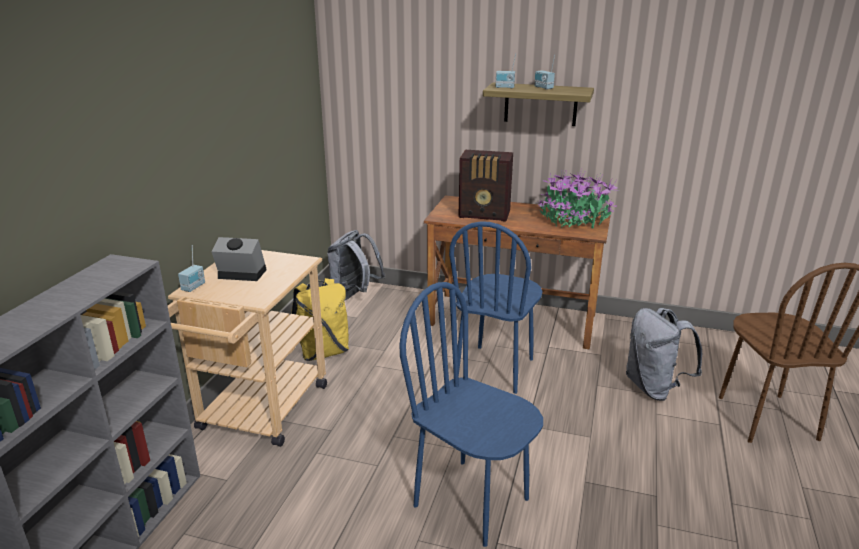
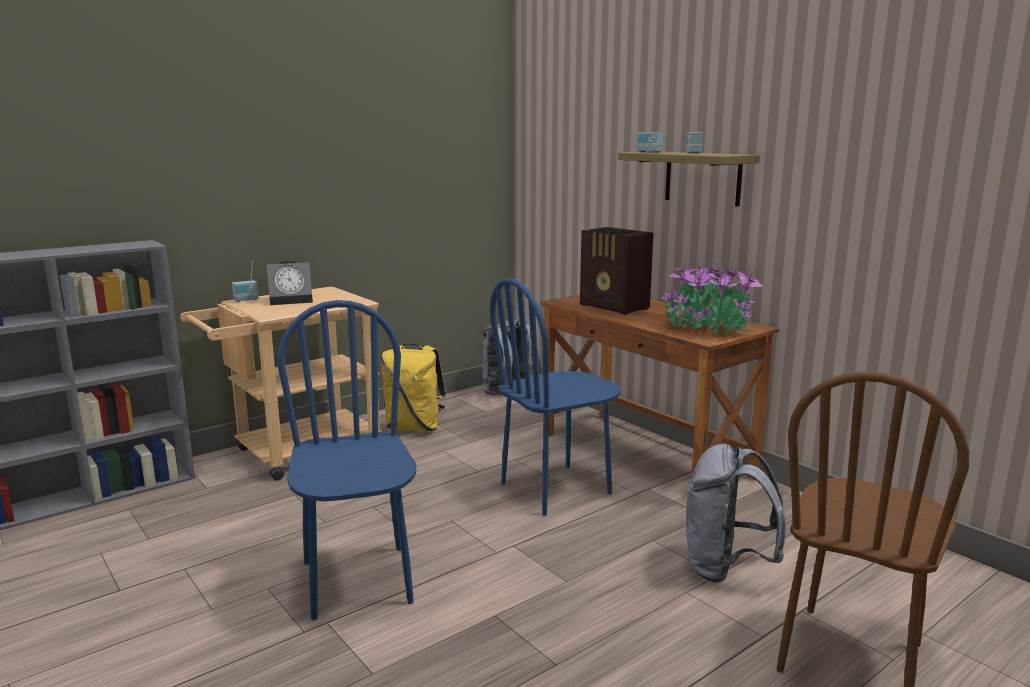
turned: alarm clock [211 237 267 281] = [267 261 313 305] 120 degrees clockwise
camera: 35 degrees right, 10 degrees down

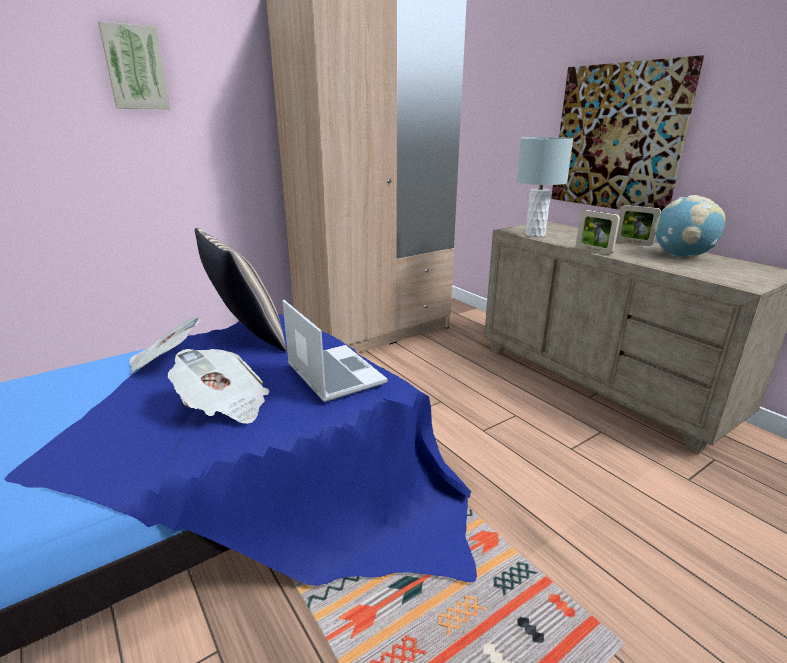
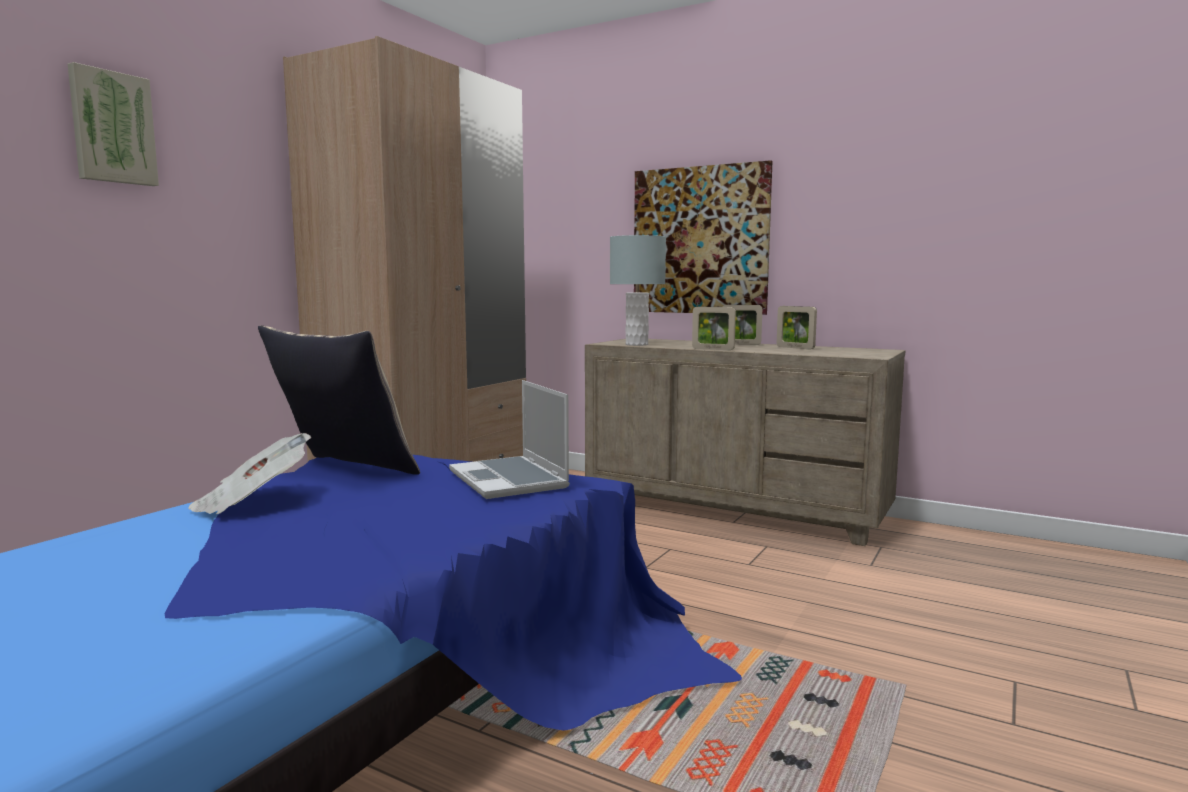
removed: newspaper [168 349 270 424]
replaced: globe [654 195 726 257] to picture frame [777 306 817 349]
turned: laptop [282 300 388 402] = [449 380 570 499] 150 degrees counterclockwise
camera: 25 degrees left, 15 degrees down

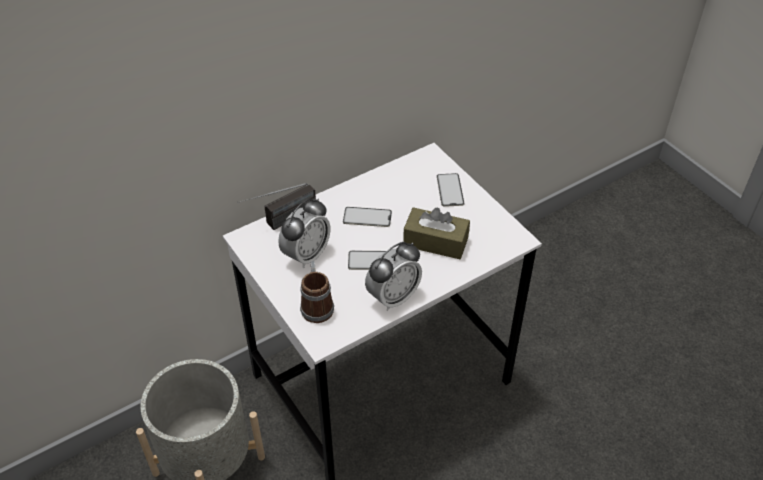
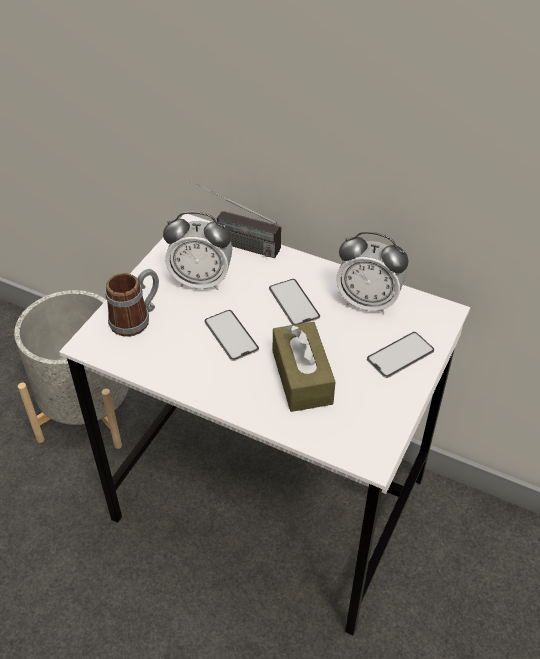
moved: alarm clock [365 242 422 311] to [336 232 408 314]
camera: 60 degrees right, 0 degrees up

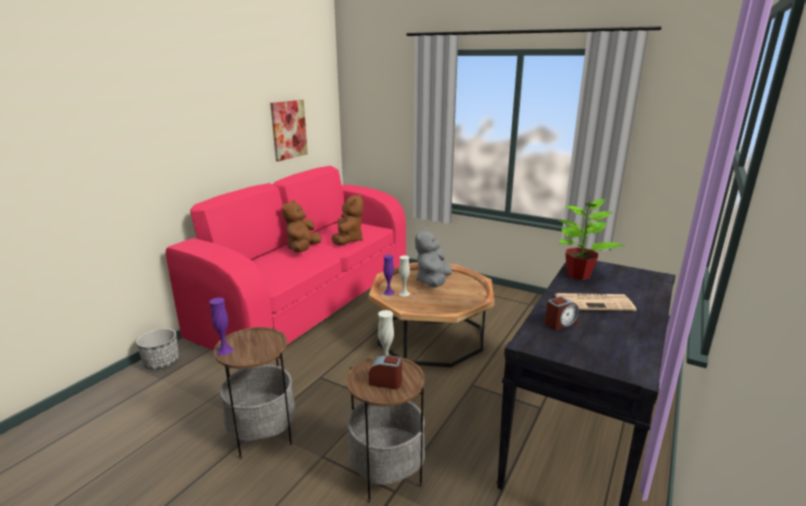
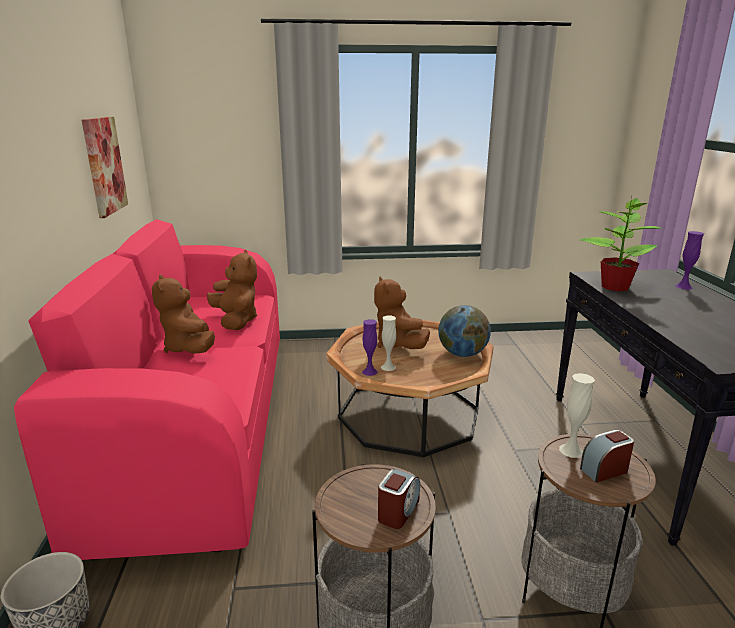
removed: newspaper [555 293 636 311]
added: globe [438 305 491 357]
moved: alarm clock [545 297 579 330] to [378 469 420 529]; vase/purple [209 297 233 355] to [675 231 704 289]
recoloured: plush toy/grey [415 228 452 288] to plush toy/brown [374 276 430 349]
camera: 35 degrees left, 0 degrees up

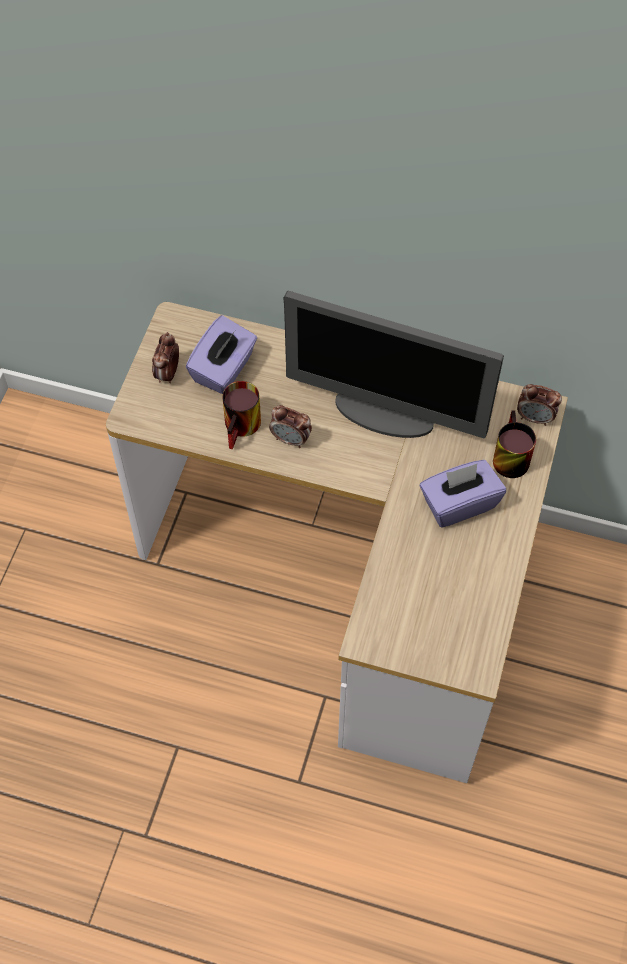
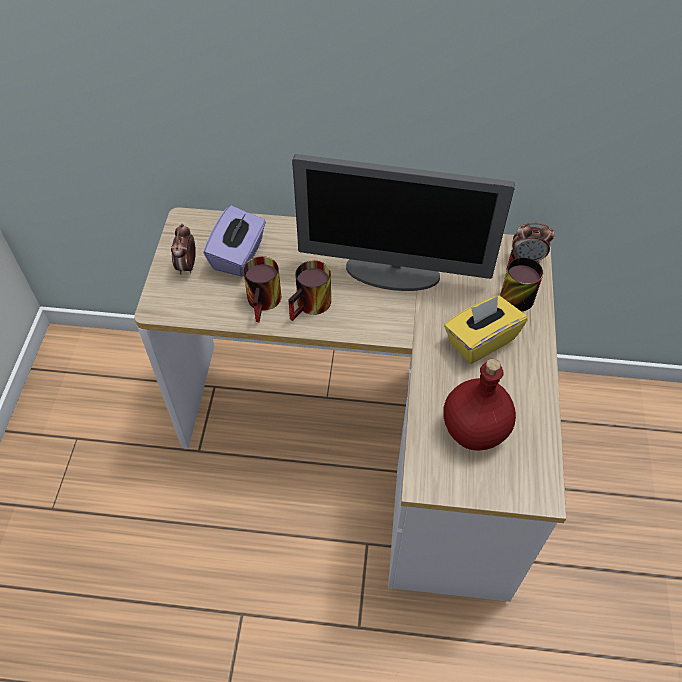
added: bottle/red [443 359 516 451]
replaced: alarm clock [269 405 312 448] to mug [288 260 331 321]
recoloured: tissue box/purple [420 460 506 528] to tissue box/yellow [444 296 527 364]
camera: 10 degrees left, 5 degrees down

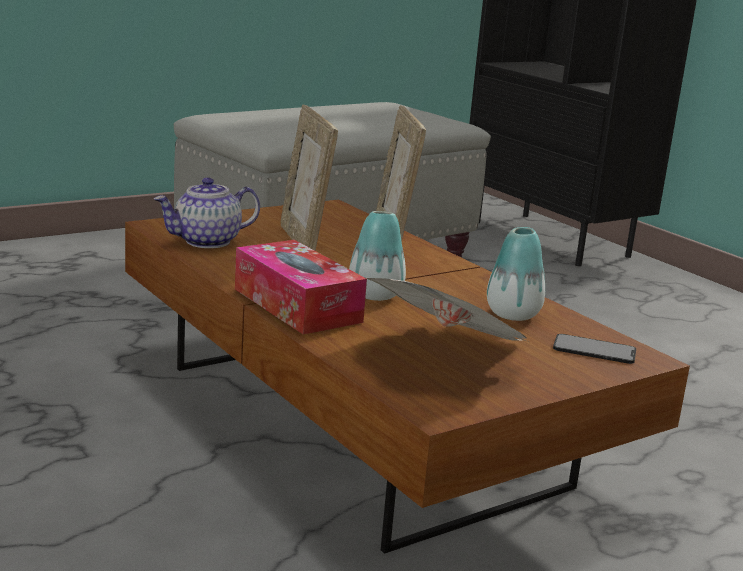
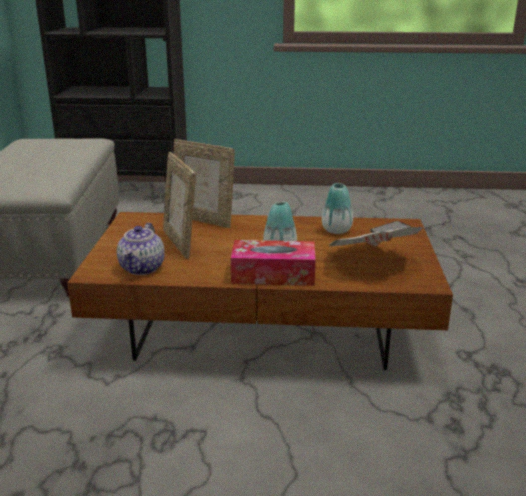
turned: picture frame [280 105 338 251] = [163 152 196 259] 45 degrees clockwise
camera: 50 degrees left, 5 degrees up

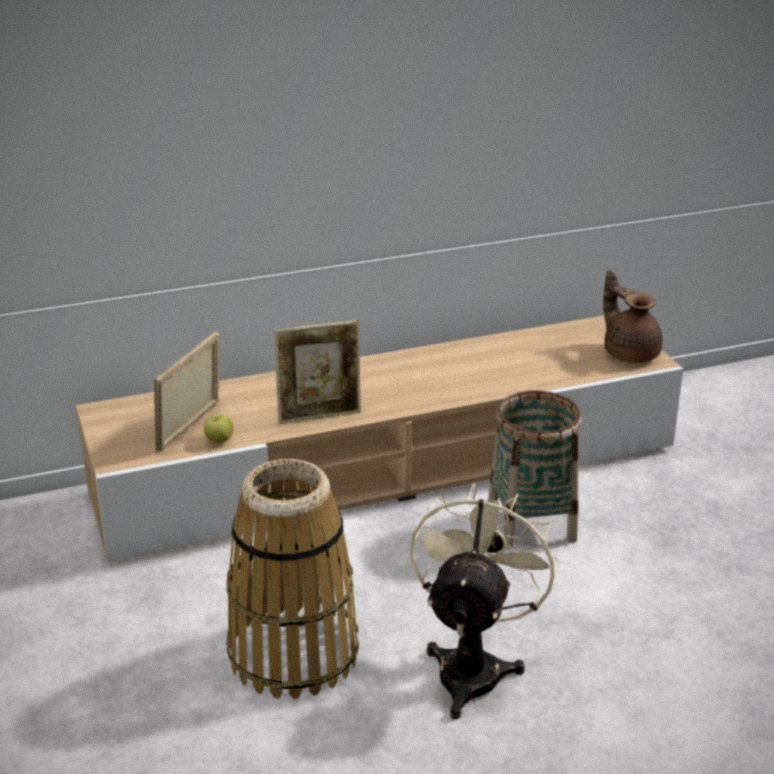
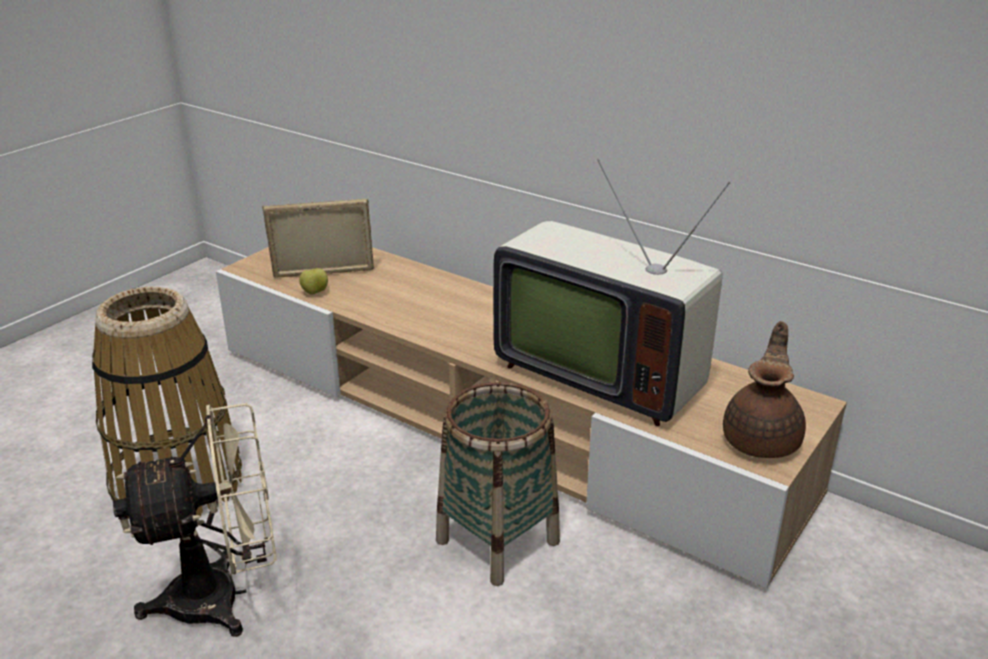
removed: picture frame [274 320 361 424]
added: television [493 159 731 426]
camera: 55 degrees right, 0 degrees up

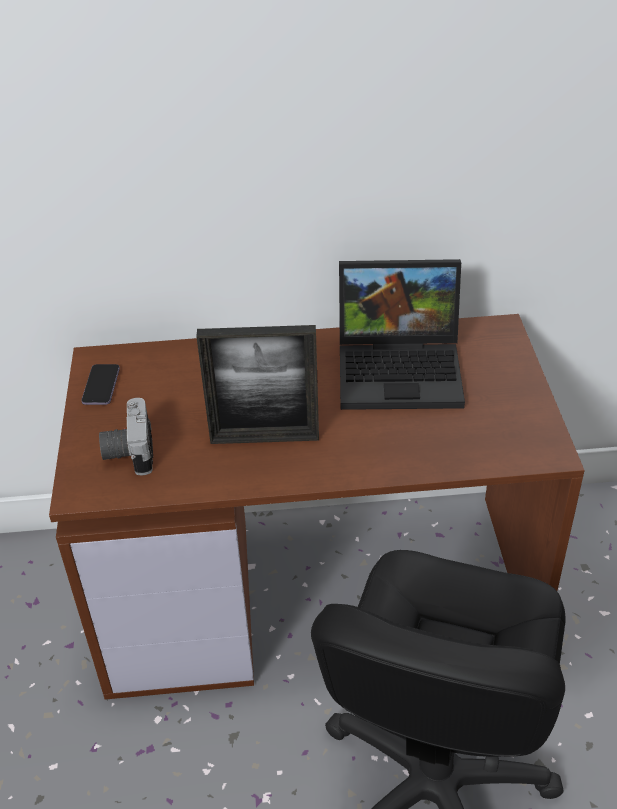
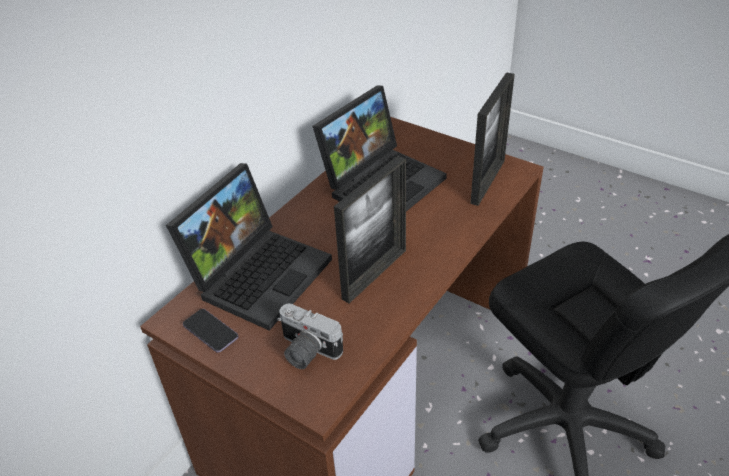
added: laptop [166 163 332 331]; picture frame [470 72 515 206]
camera: 50 degrees left, 0 degrees up

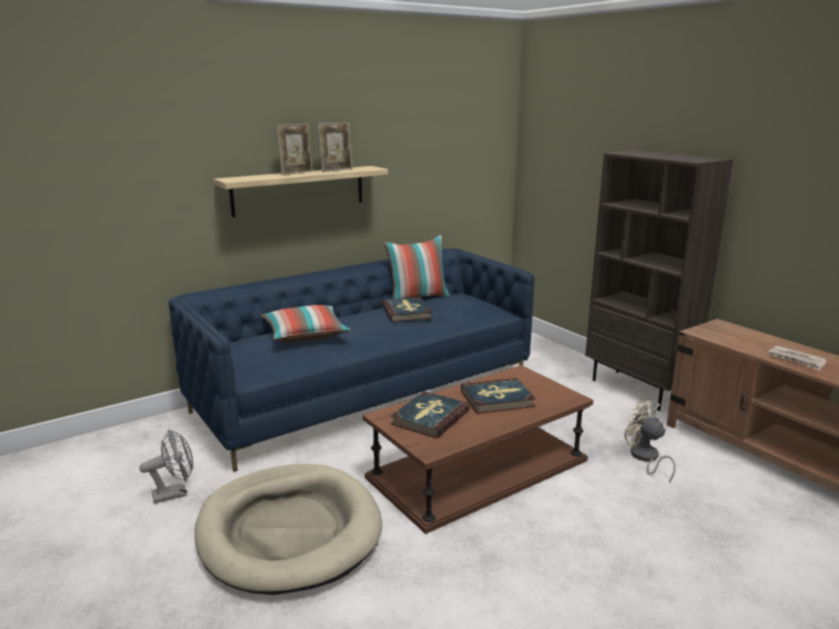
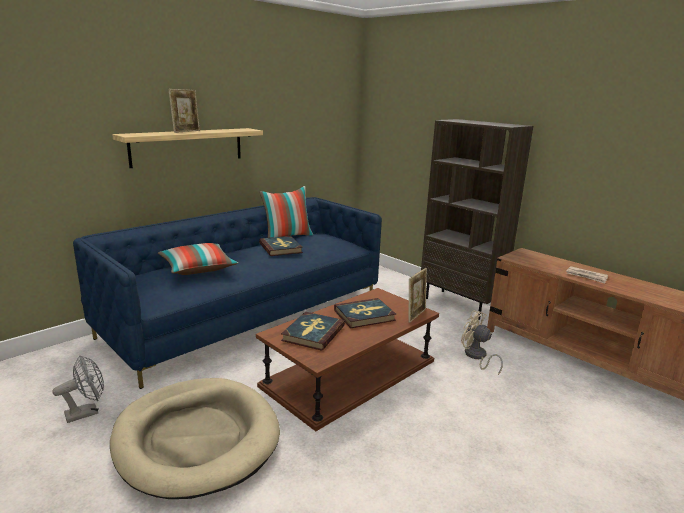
moved: picture frame [318 122 353 172] to [408 268 427 323]
camera: 10 degrees left, 0 degrees up

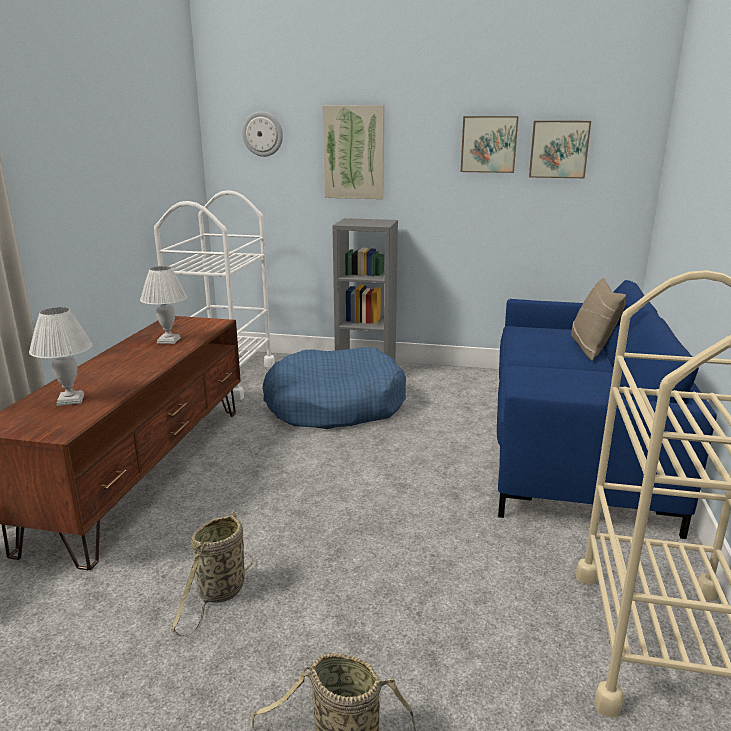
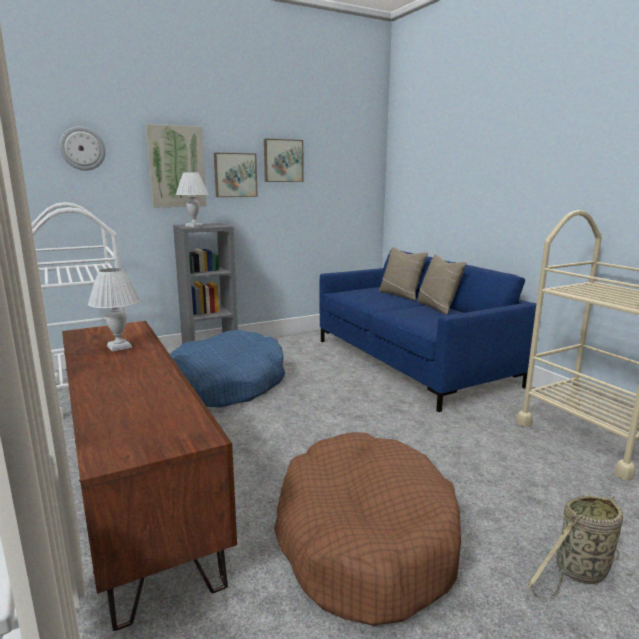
added: pillow/beige [417 254 466 315]
moved: table lamp/white [29 307 93 406] to [176 172 209 227]; picture [529 121 591 178] to [214 153 258 197]
replaced: basket [171 511 253 636] to dog bed/brown [274 432 461 626]
camera: 40 degrees left, 5 degrees down

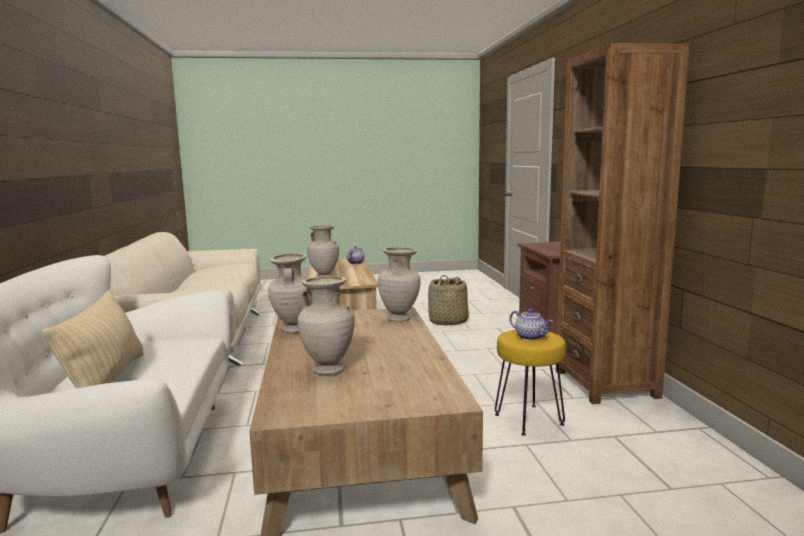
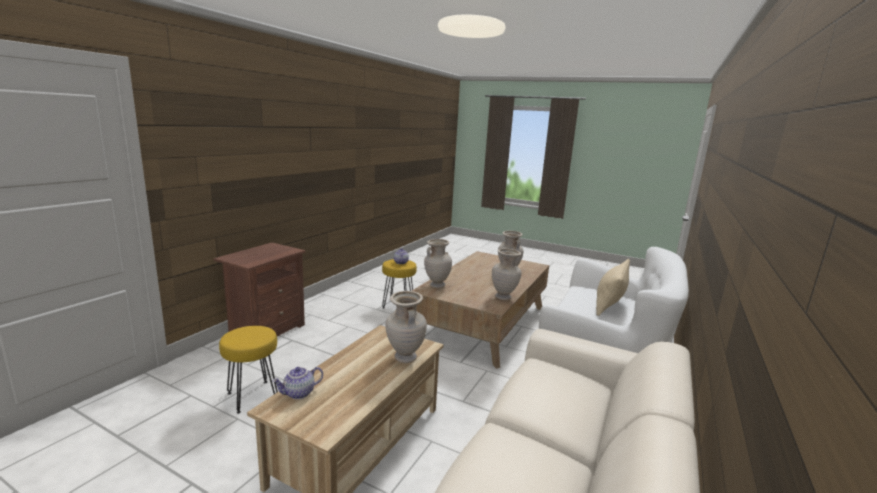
removed: bookcase/brown [556 43 690 404]
replaced: basket [428 275 469 326] to stool/yellow [219 326 278 414]
camera: 145 degrees left, 5 degrees up

